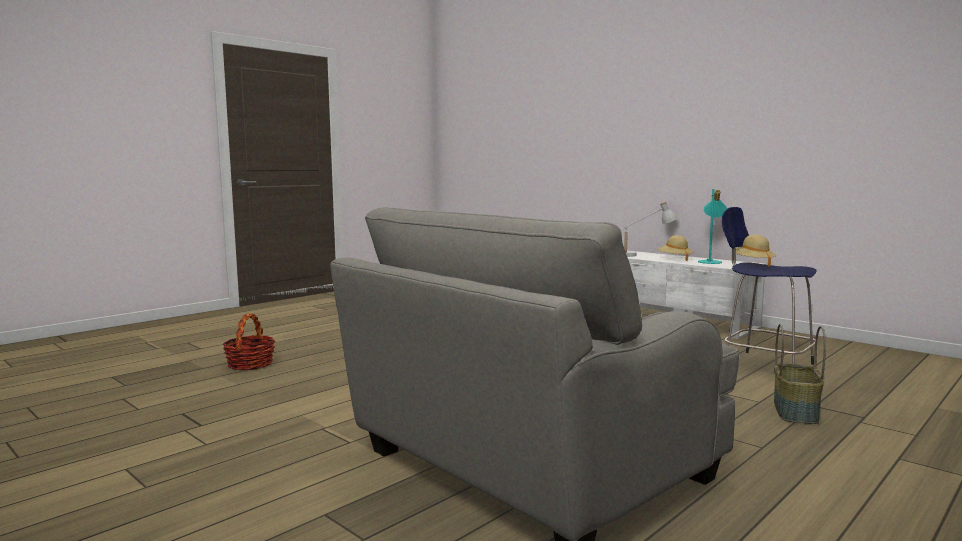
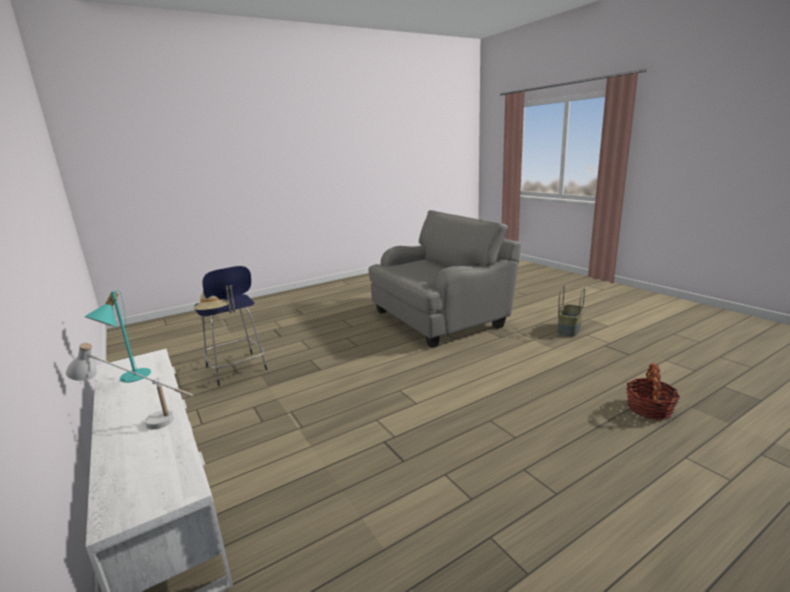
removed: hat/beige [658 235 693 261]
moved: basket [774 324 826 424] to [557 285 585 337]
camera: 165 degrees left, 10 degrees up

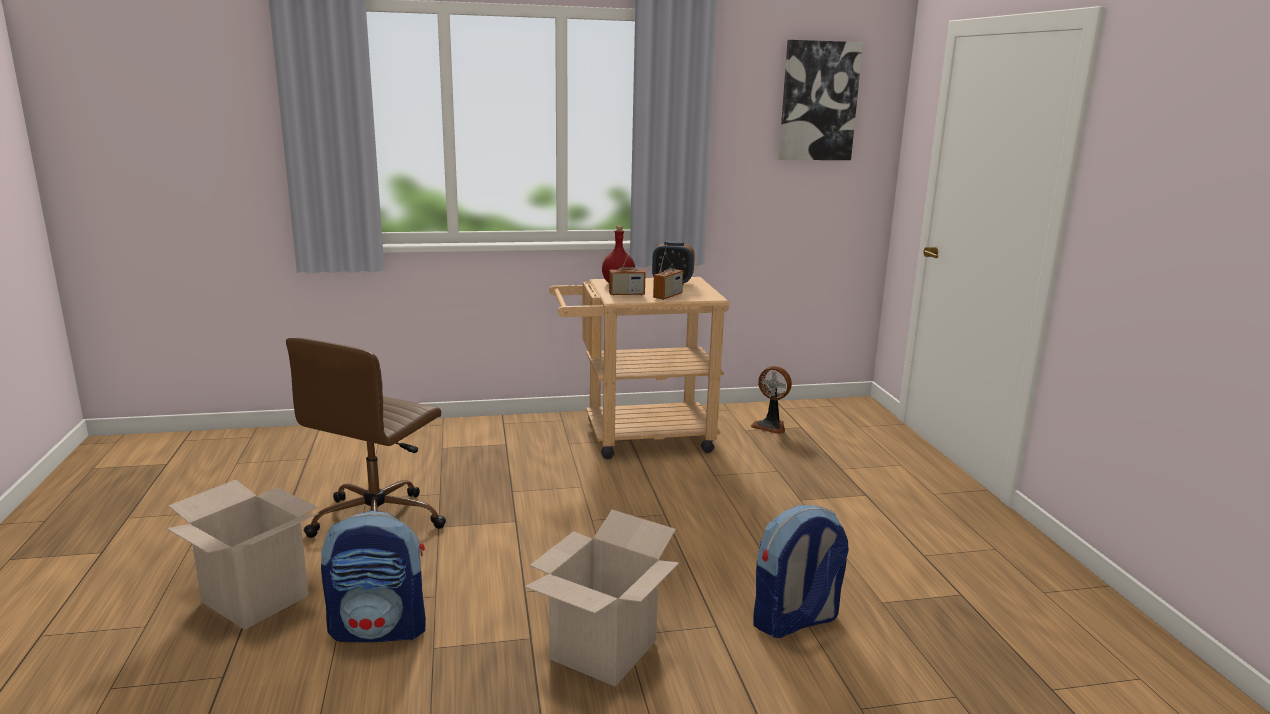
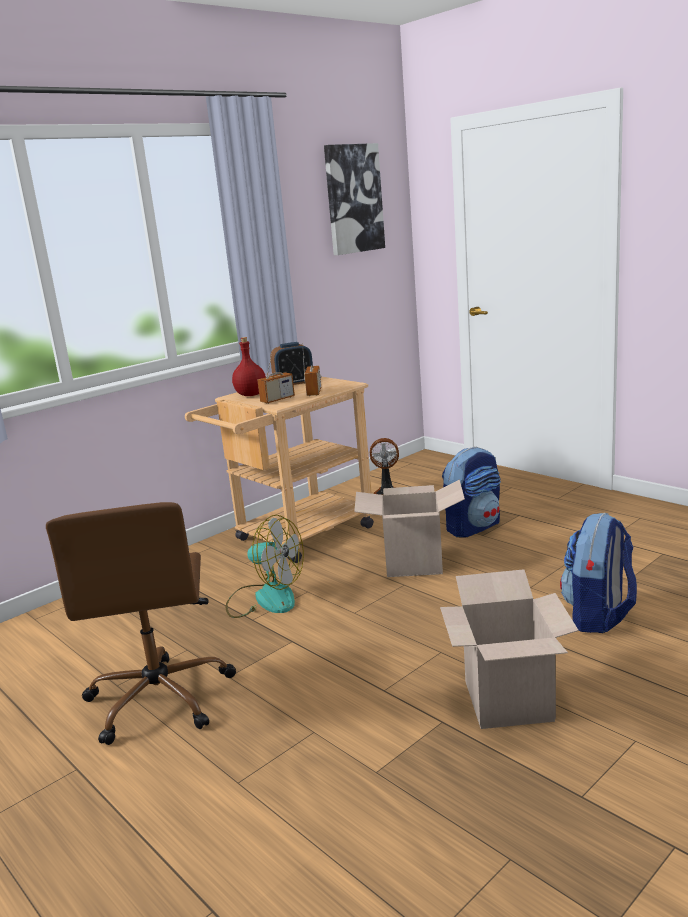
added: fan [226 515 304 618]
moved: cardboard box [167 480 319 630] to [354 480 465 577]; backpack [321 511 426 642] to [442 446 501 538]
camera: 30 degrees left, 0 degrees up

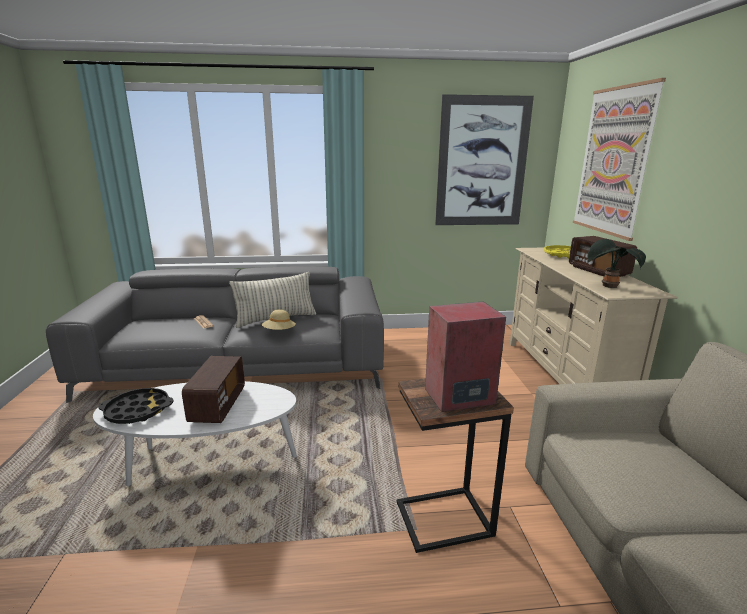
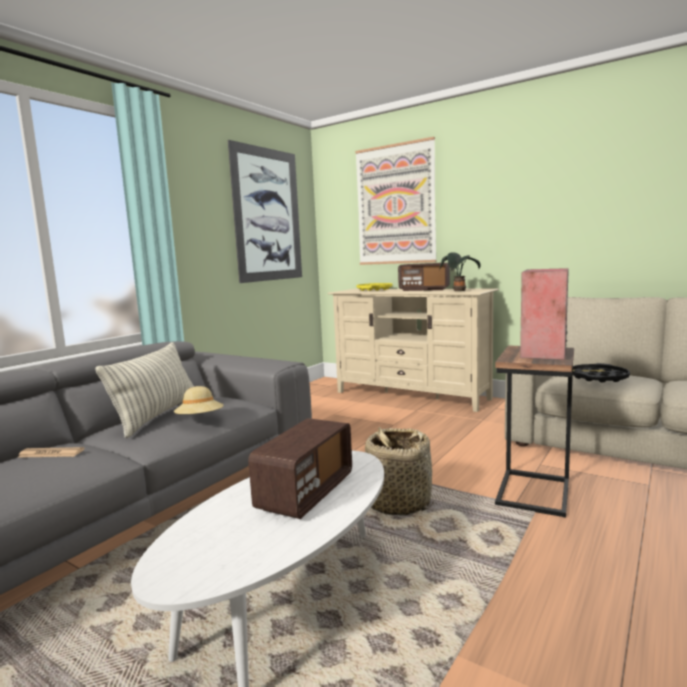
added: basket [364 427 435 516]
moved: tray/black [98 388 174 424] to [573 363 630 383]
turned: radio [182 356 245 423] = [248 418 352 519] 75 degrees clockwise
camera: 50 degrees left, 10 degrees down

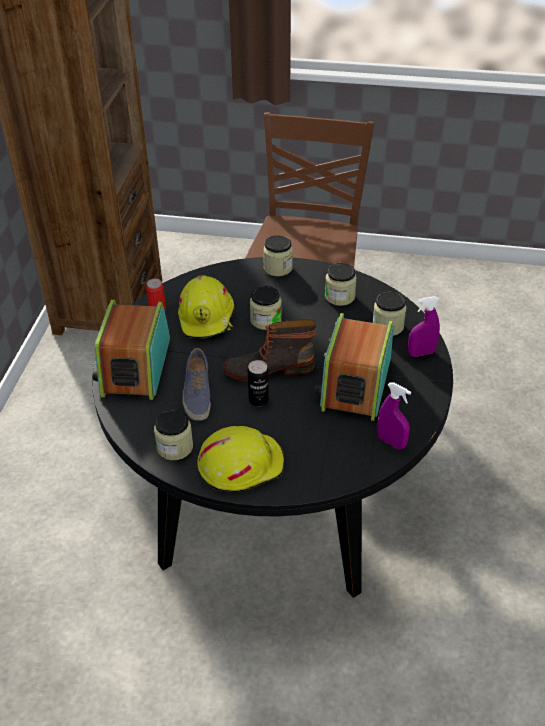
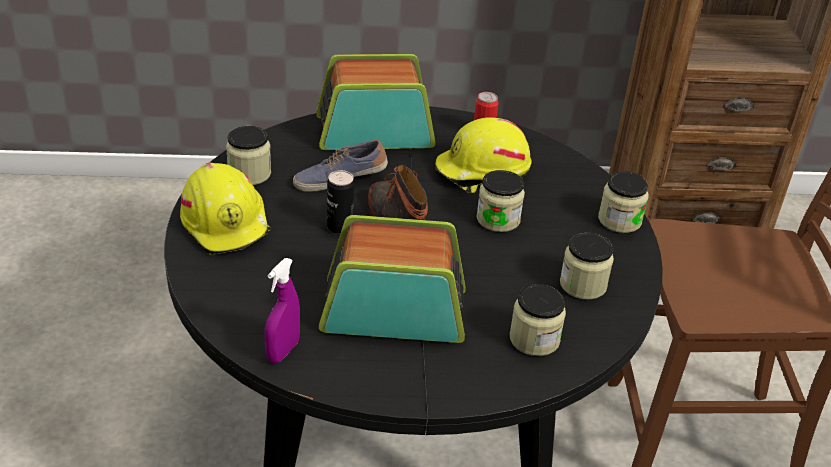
removed: spray bottle/purple [408 296 440 357]
camera: 75 degrees right, 5 degrees down

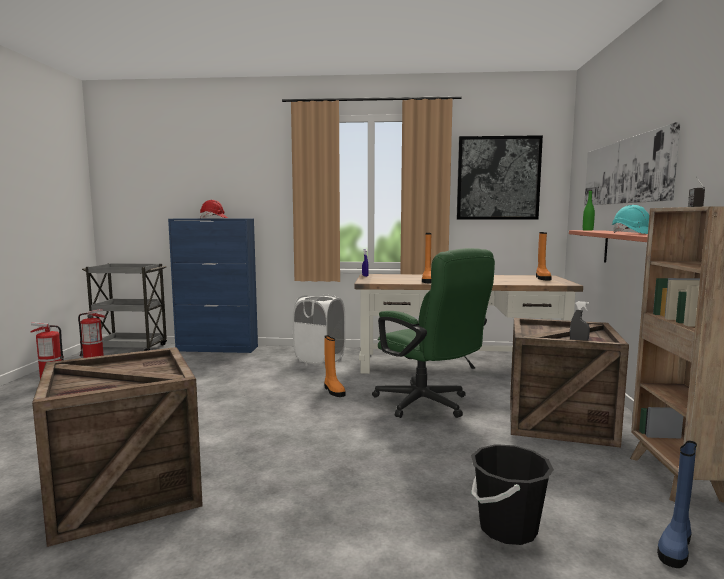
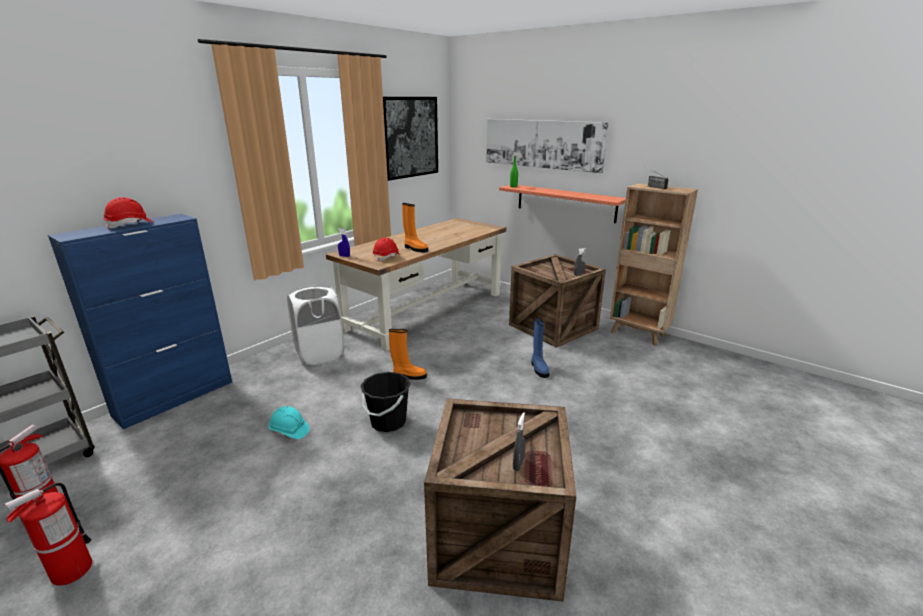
removed: office chair/green [372 248 495 418]; boot/orange [536 232 552 280]
added: hard hat/red [373 238 401 262]; spray bottle/grey [513 412 526 471]
moved: hard hat/turquoise [612 205 649 234] to [269 406 310 439]; bucket/black [471 444 554 545] to [360 372 411 432]; boot/blue [657 441 697 568] to [531 317 550 378]
camera: 55 degrees left, 15 degrees up

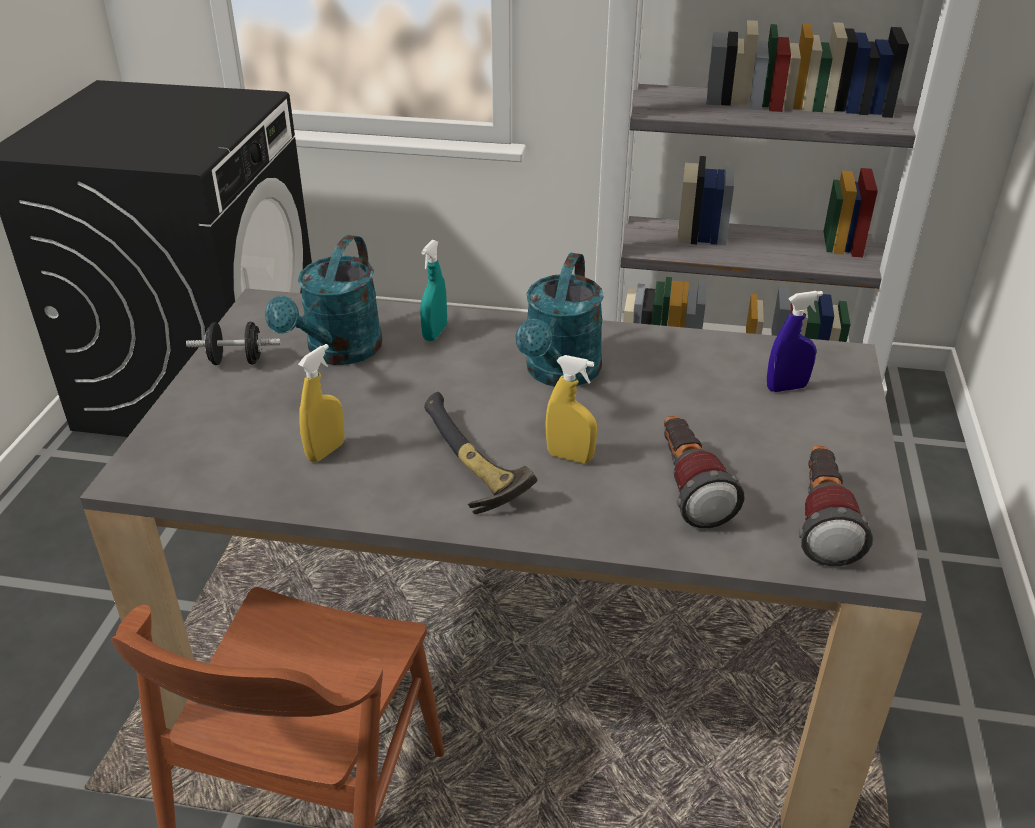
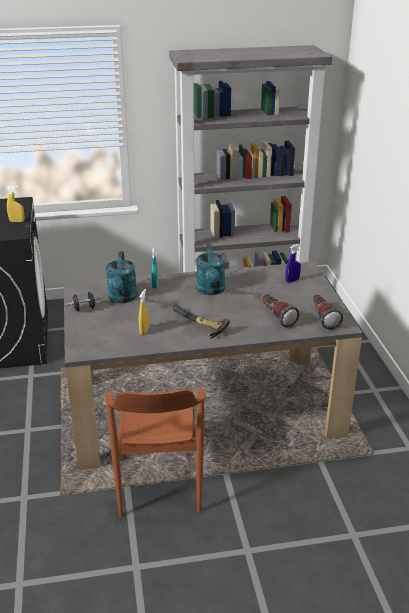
moved: spray bottle/yellow [545 355 597 463] to [7 186 24 222]
camera: 20 degrees left, 5 degrees down

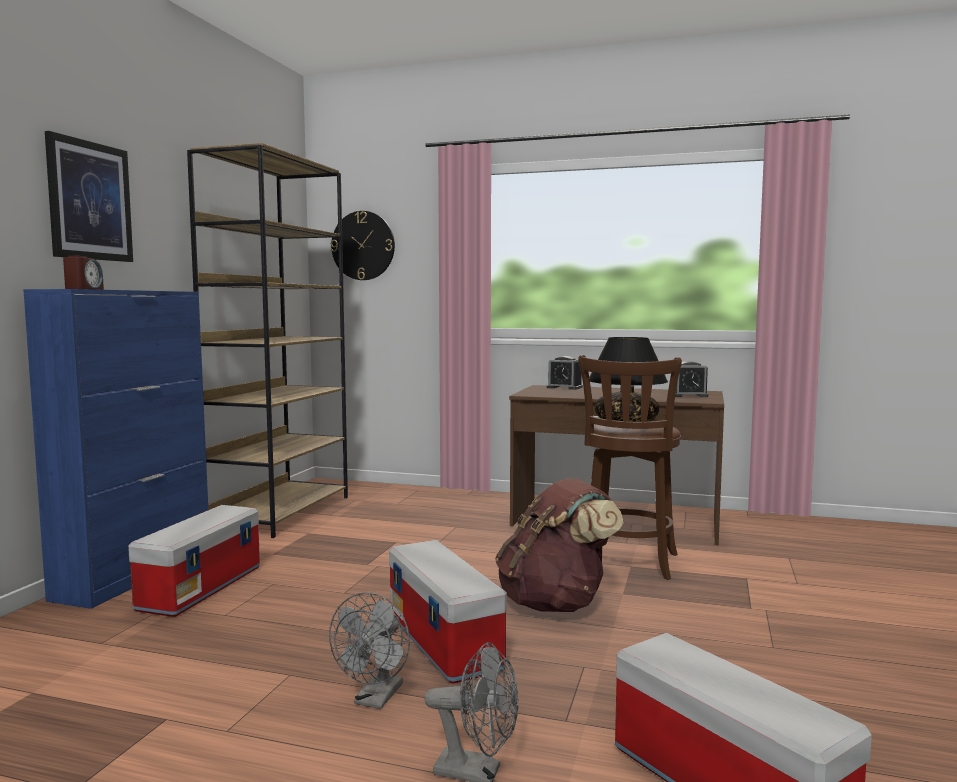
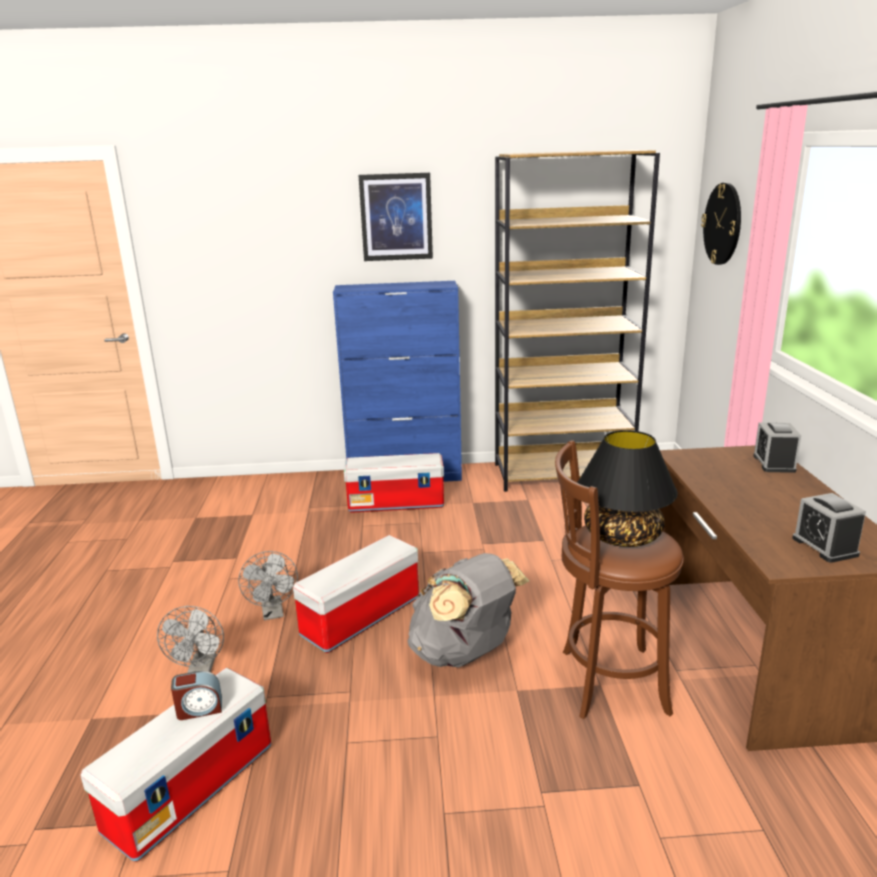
moved: alarm clock [63 256 104 290] to [171 671 222 720]
recoloured: backpack/brown [495 479 624 612] to backpack/grey [407 553 529 667]
turned: fan/grey [329 593 410 709] = [238 551 298 620] 105 degrees counterclockwise
camera: 70 degrees right, 15 degrees up

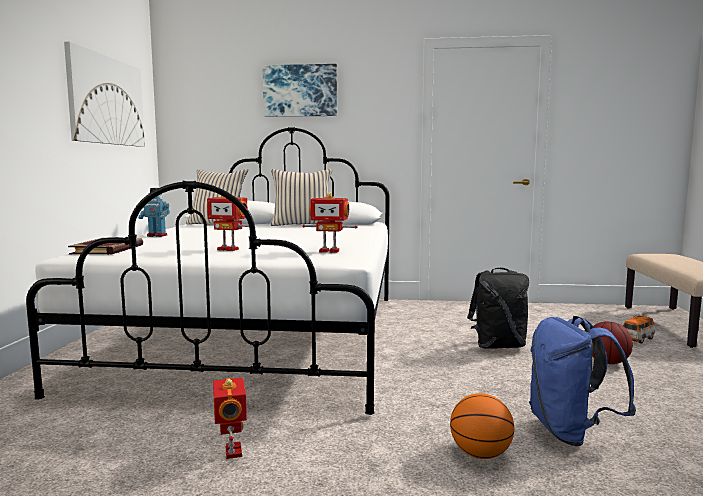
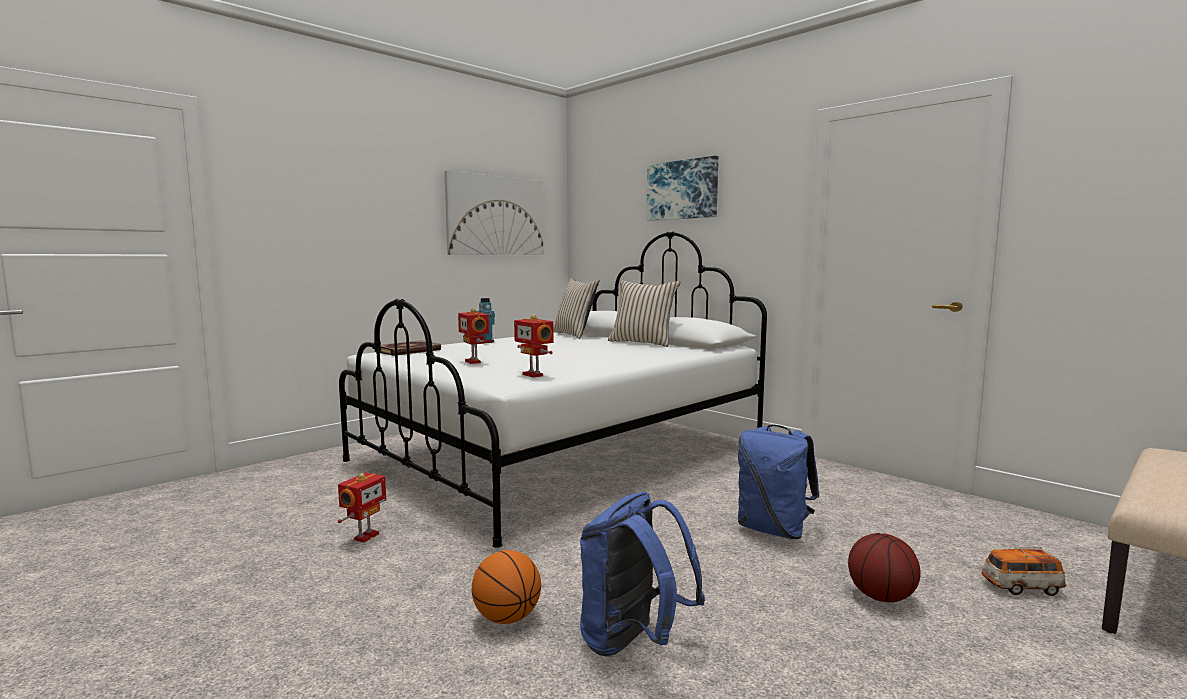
recoloured: backpack/black [467 268 529 349] to backpack/blue [738 425 819 539]
camera: 40 degrees right, 0 degrees up

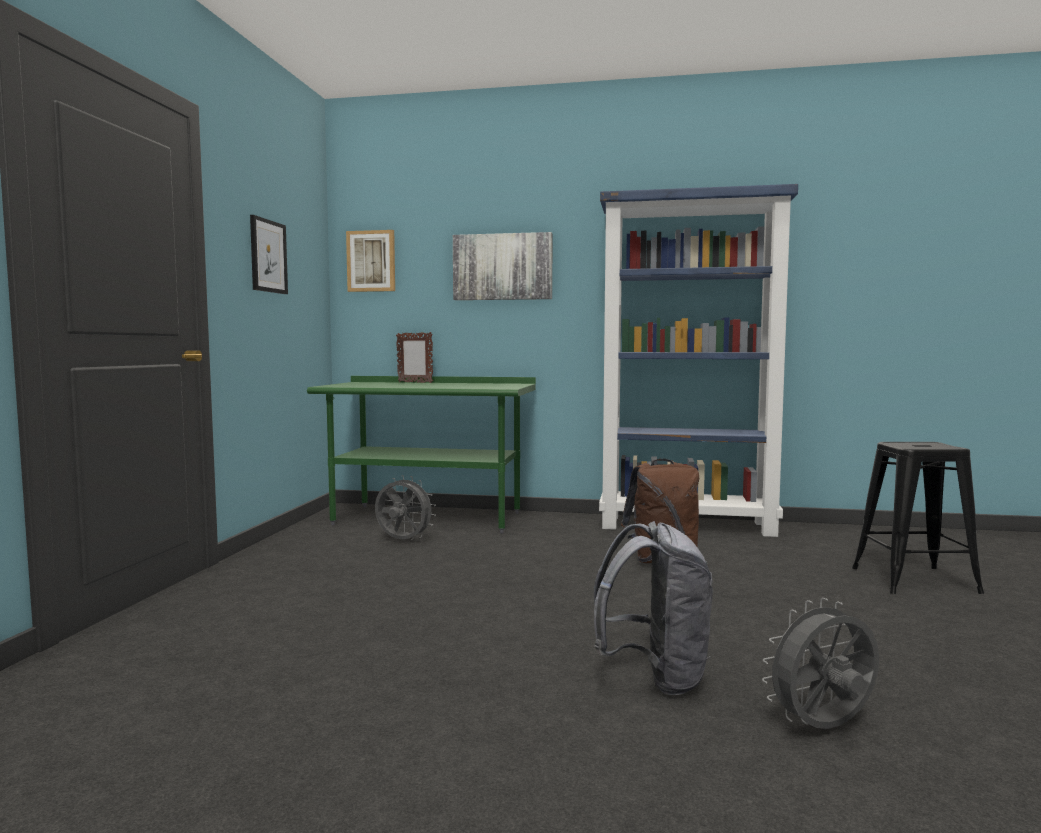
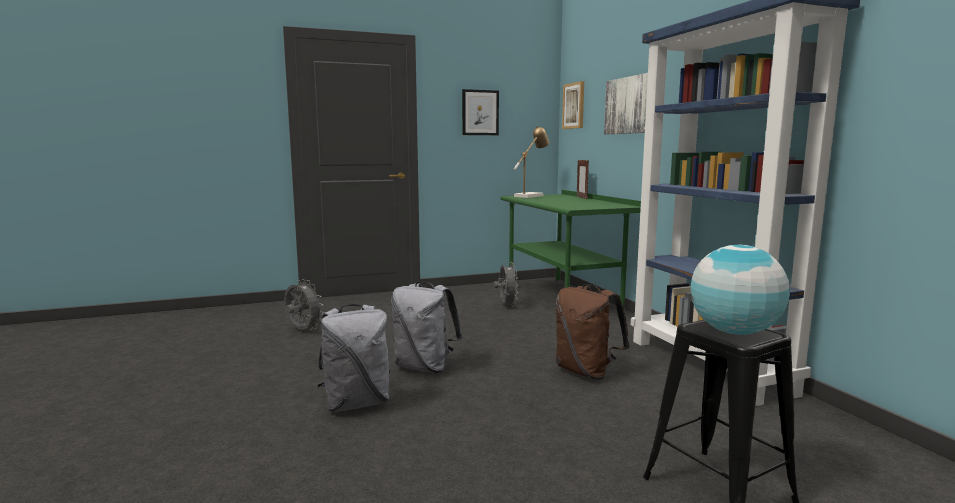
added: backpack/grey [391 281 462 373]; table lamp [513 126 550 198]; globe [691 244 790 335]
moved: fan/grey [762 598 879 729] to [284 279 324 330]
camera: 60 degrees right, 5 degrees up

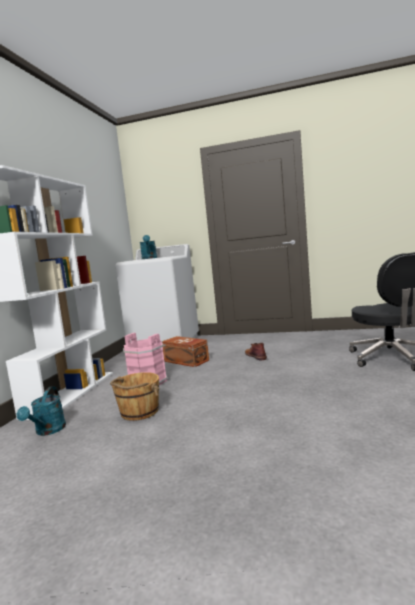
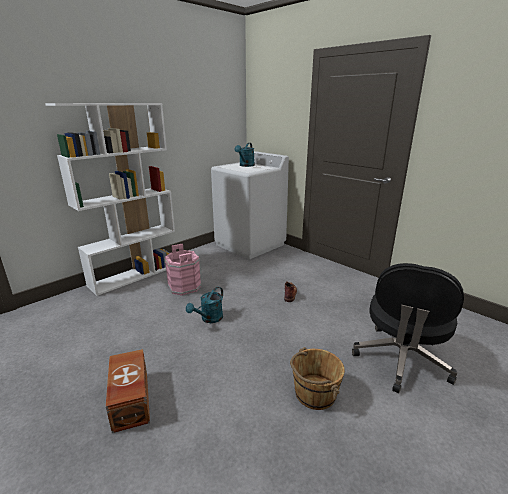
moved: storage box/brown [162 336 209 367] to [106 349 150 433]; watering can/turquoise [17 386 66 436] to [186 287 223 323]; bucket/brown [110 372 159 421] to [290 347 345 410]
camera: 30 degrees right, 15 degrees up

